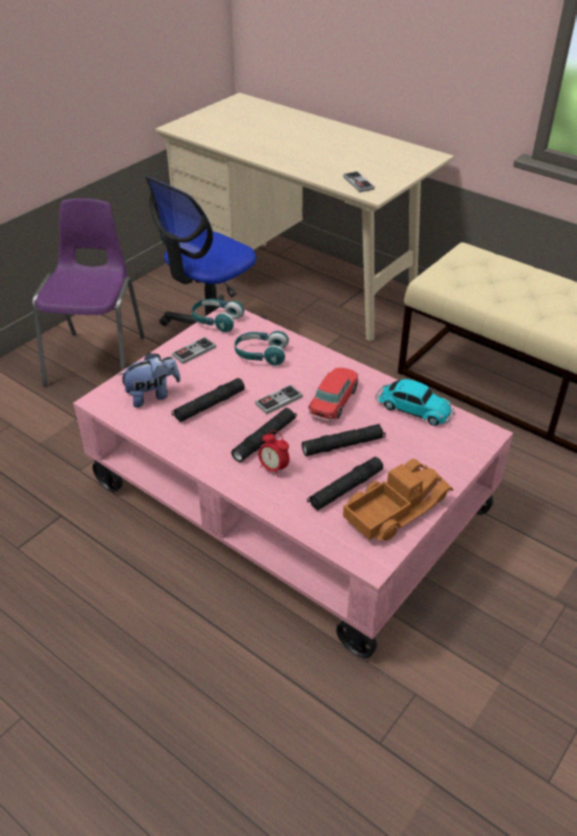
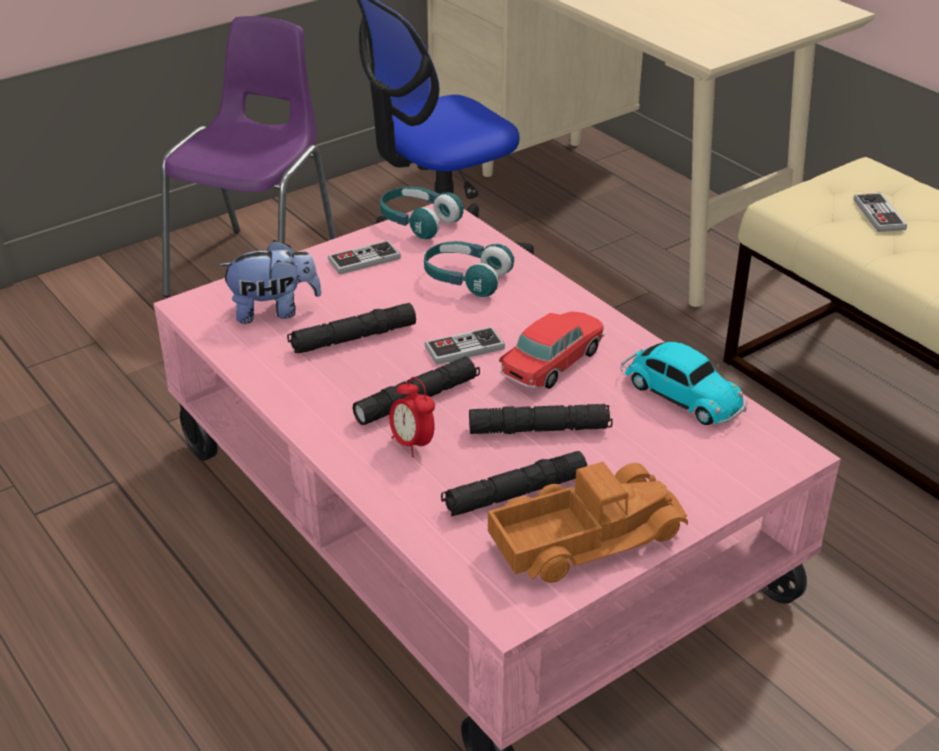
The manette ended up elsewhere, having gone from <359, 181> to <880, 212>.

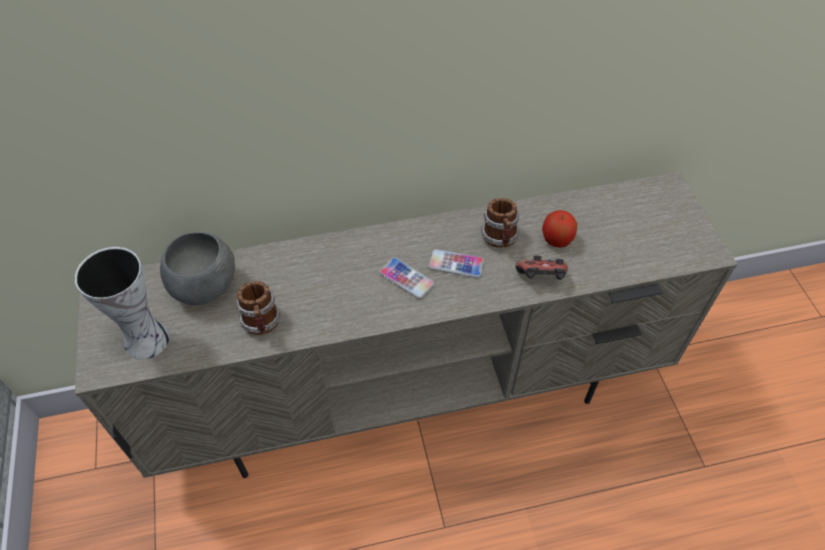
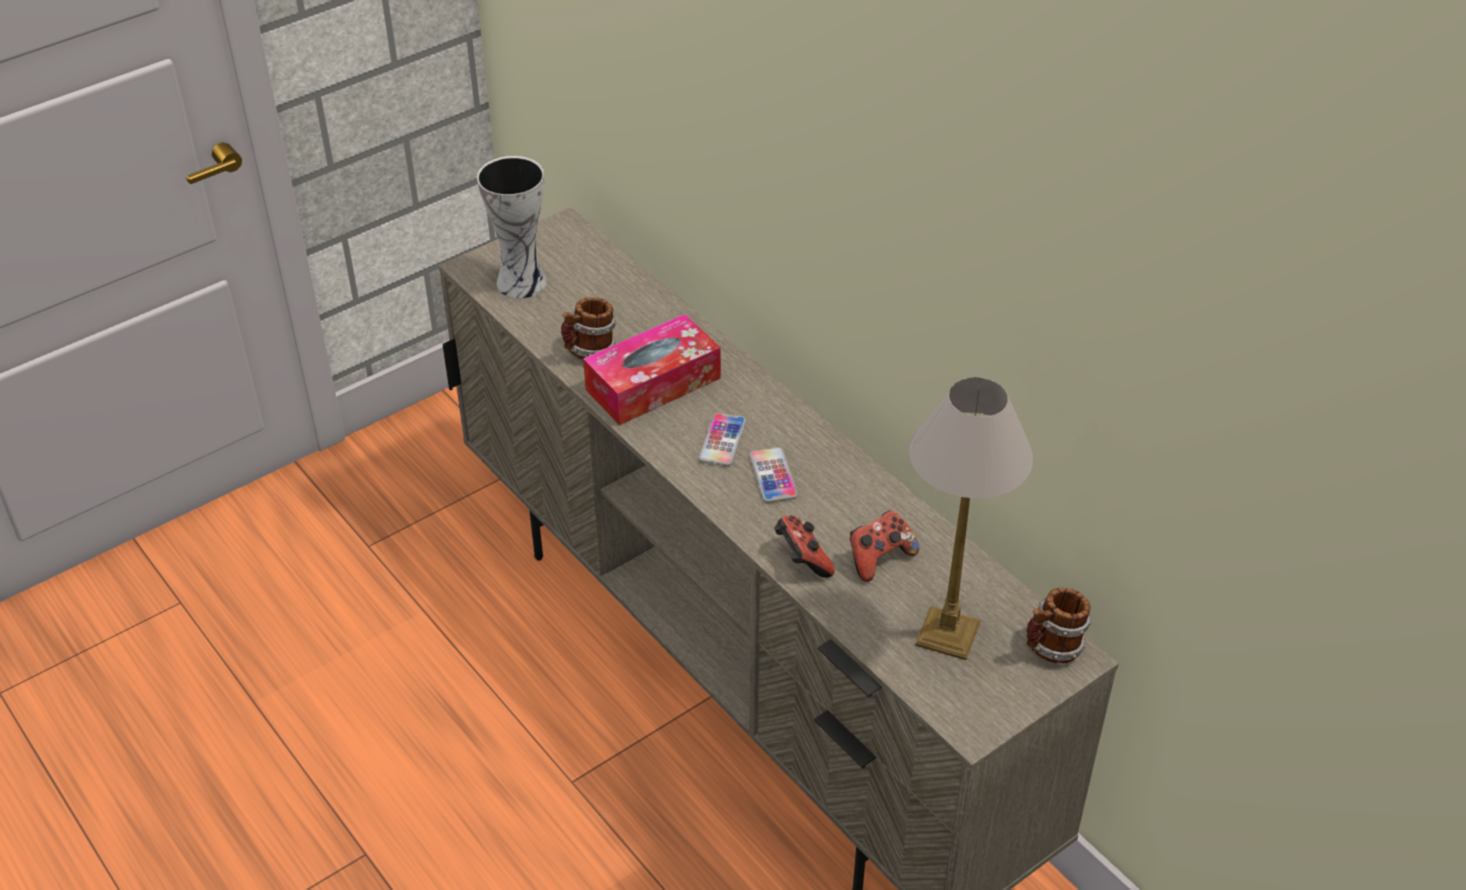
The second view lost the bol (gris) at <197, 268>.
The second view gained the boîte à mouchoirs at <652, 369>.
The second view gained the lampe de table at <971, 518>.
The mug ended up elsewhere, having gone from <500, 223> to <1058, 625>.
Where the pomme stood at <559, 229>, the manette came to stand at <884, 546>.

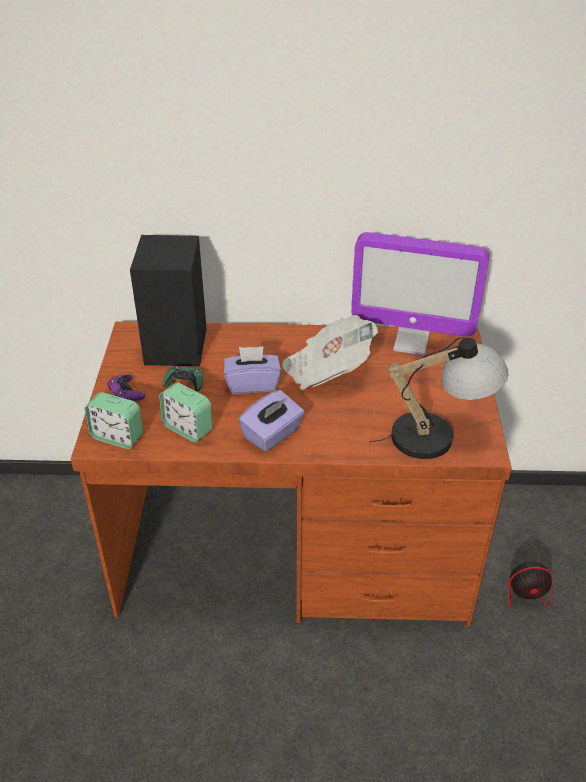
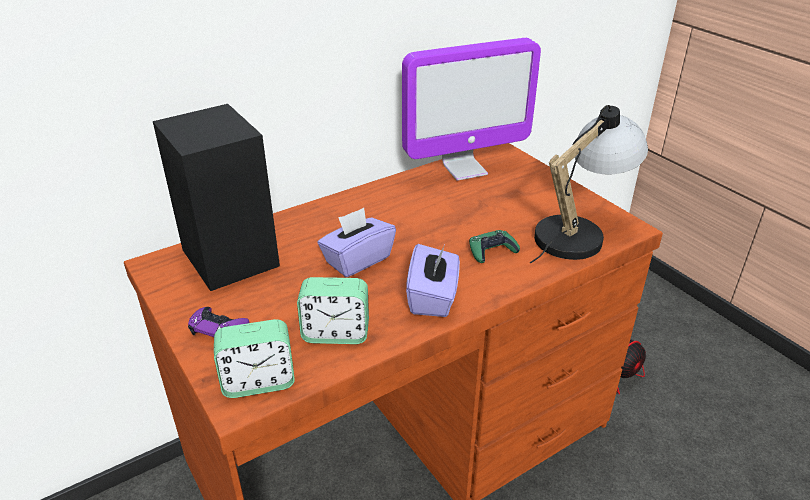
The second view lost the journal at <330, 352>.
The manette (vert) ended up elsewhere, having gone from <182, 379> to <494, 246>.

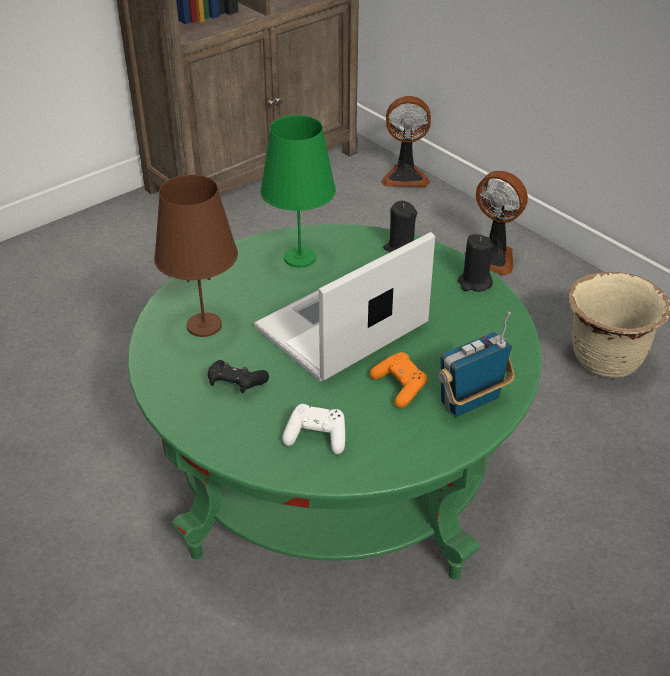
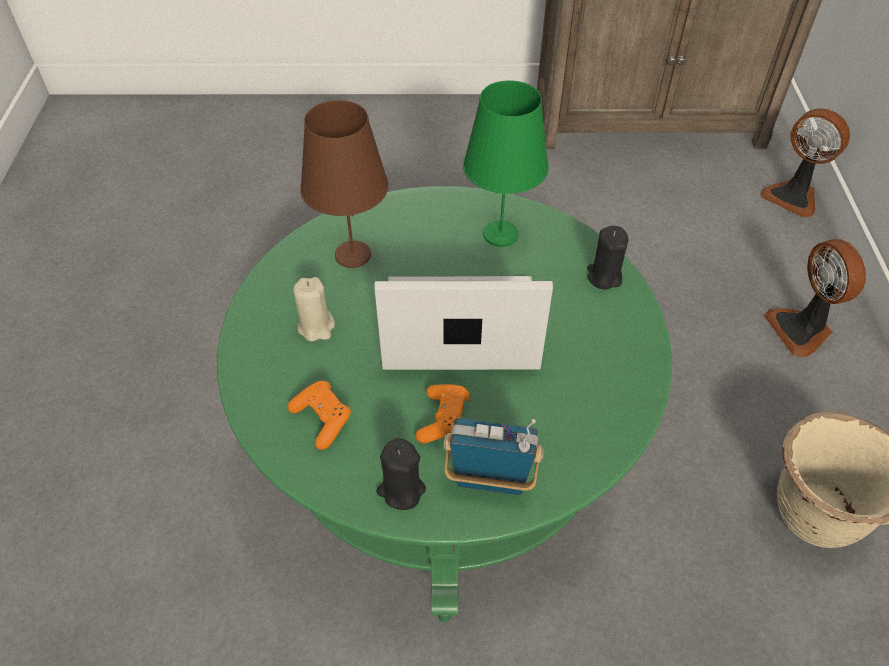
The bougie (noir) ended up elsewhere, having gone from <476, 263> to <401, 474>.
Where the manette (noir) stood at <238, 376>, the bougie (beige) came to stand at <314, 309>.
What was the manette (blanc) at <313, 429> turned into the manette (orange) at <320, 415>.

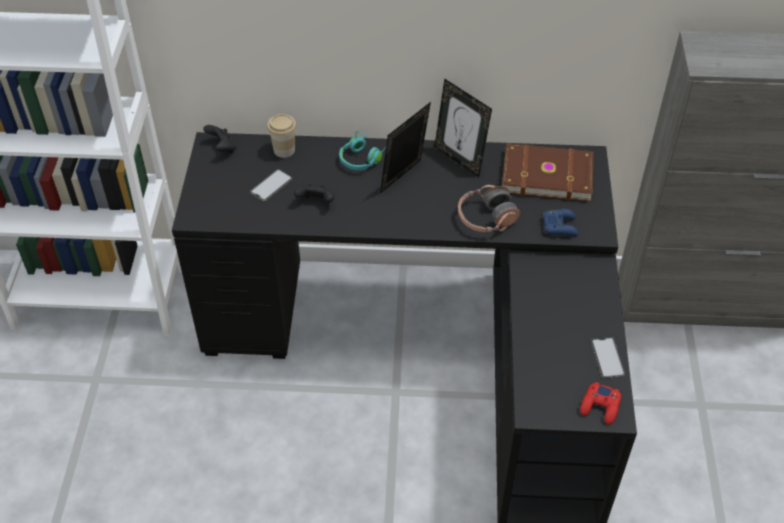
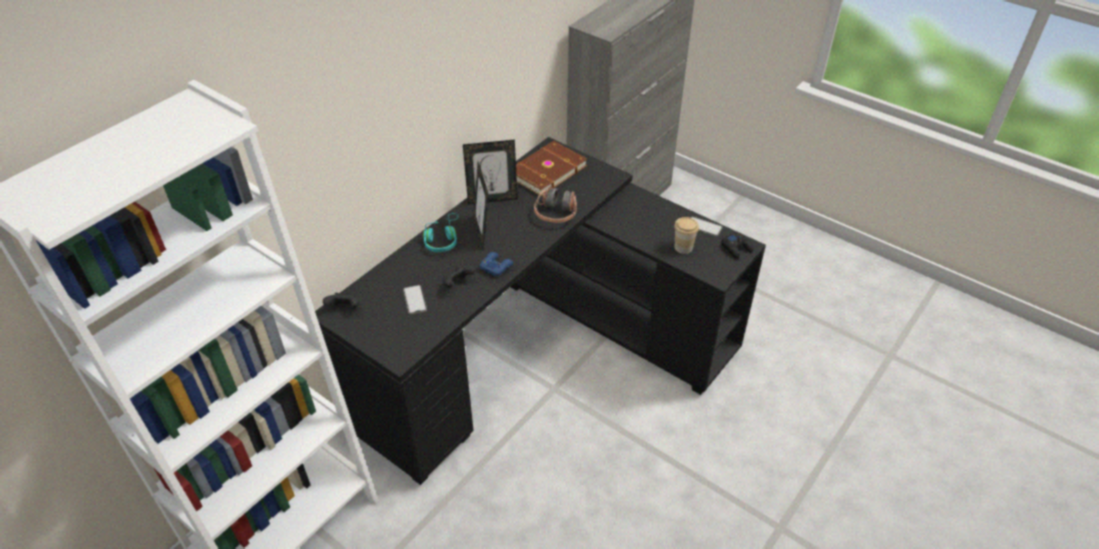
The tasse ended up elsewhere, having gone from <281, 136> to <686, 235>.
The manette (bleu) ended up elsewhere, having gone from <560, 222> to <496, 264>.
What was the manette (rouge) at <600, 403> turned into the manette (noir) at <737, 246>.

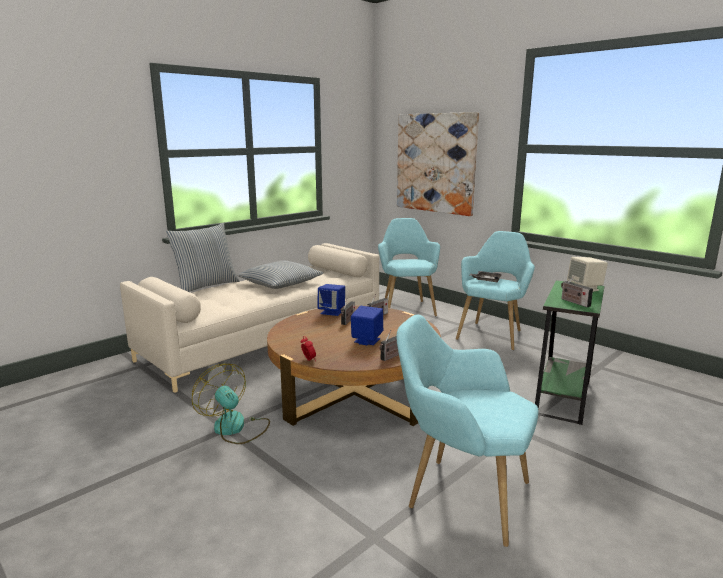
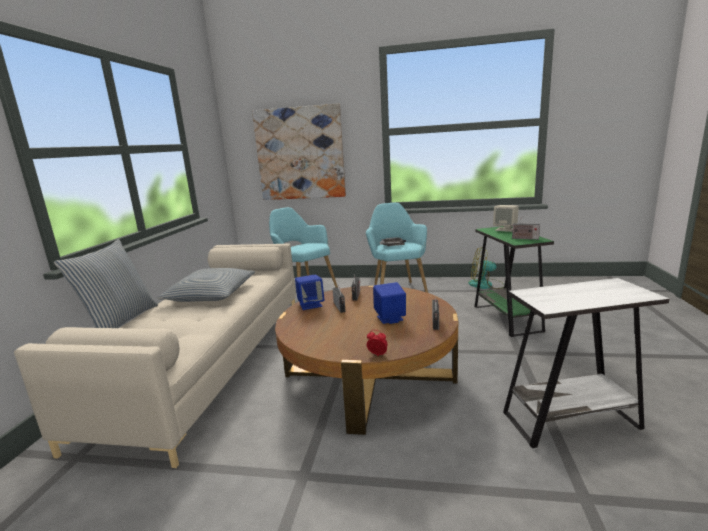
The ventilateur ended up elsewhere, having gone from <231, 404> to <486, 268>.
Where the fauteuil (turquoise) stood at <467, 431>, the table d'appoint (blanc) came to stand at <586, 363>.

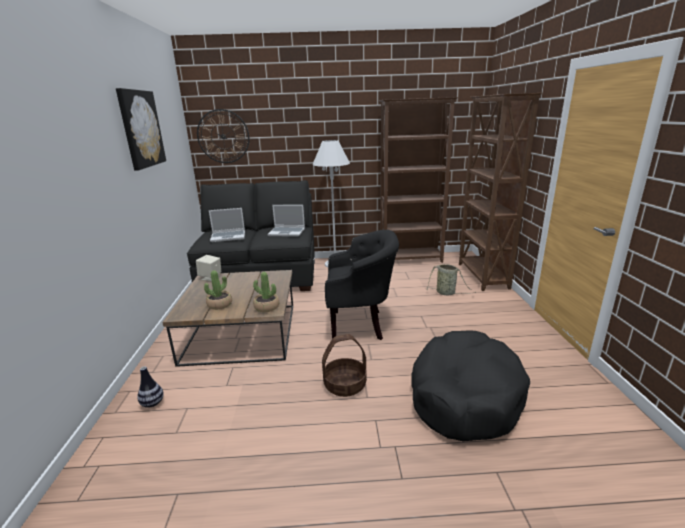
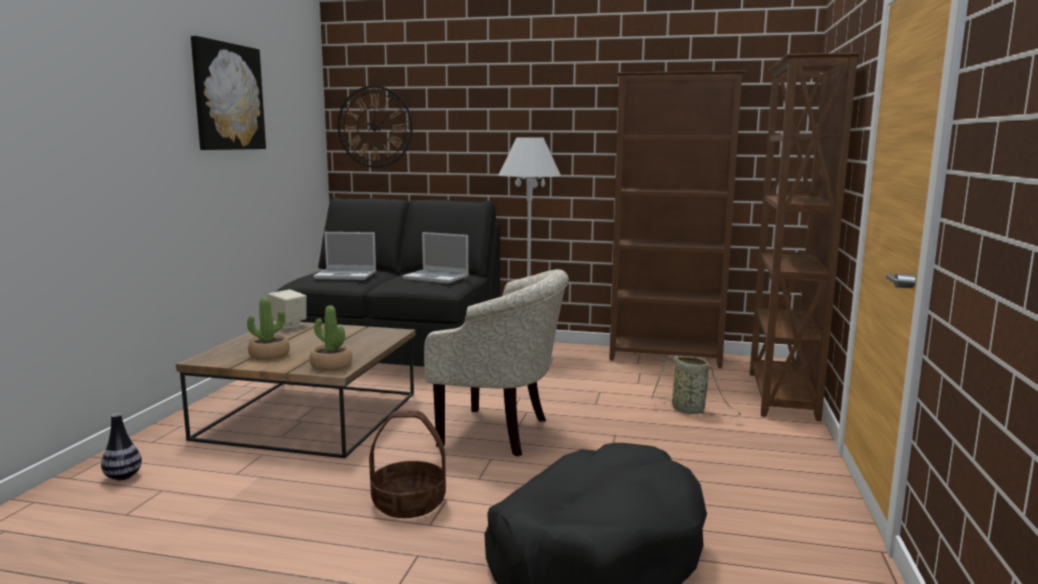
What was the fauteuil (noir) at <362, 285> turned into the fauteuil (beige) at <496, 362>.

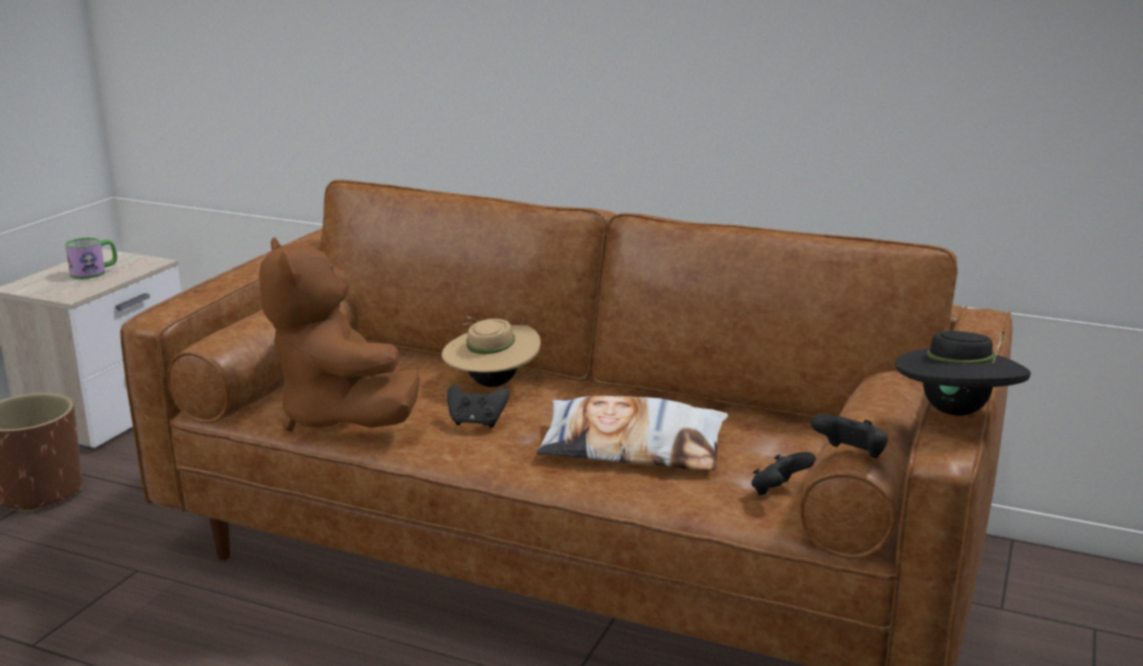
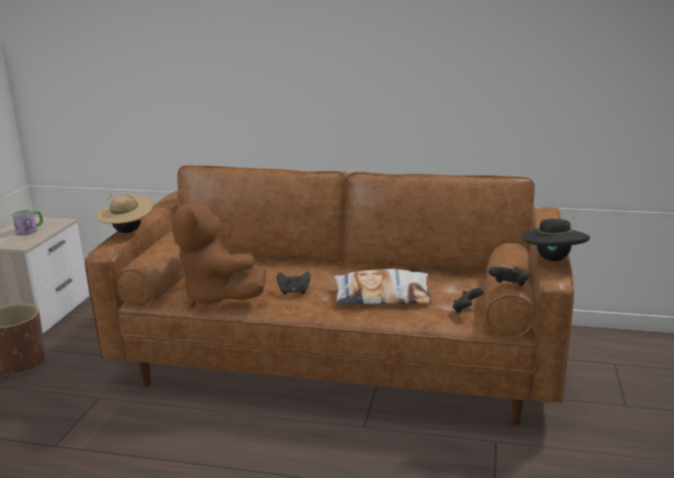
The chapeau (beige) ended up elsewhere, having gone from <491, 351> to <124, 214>.

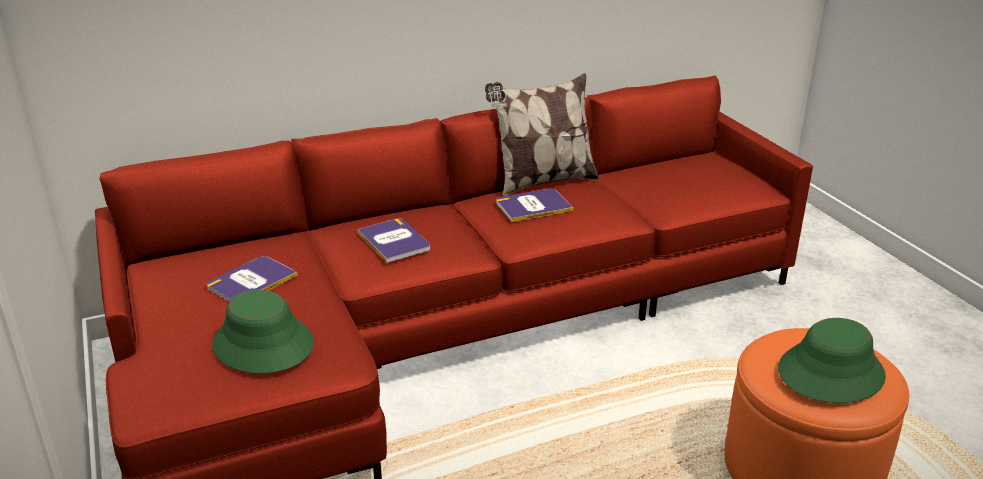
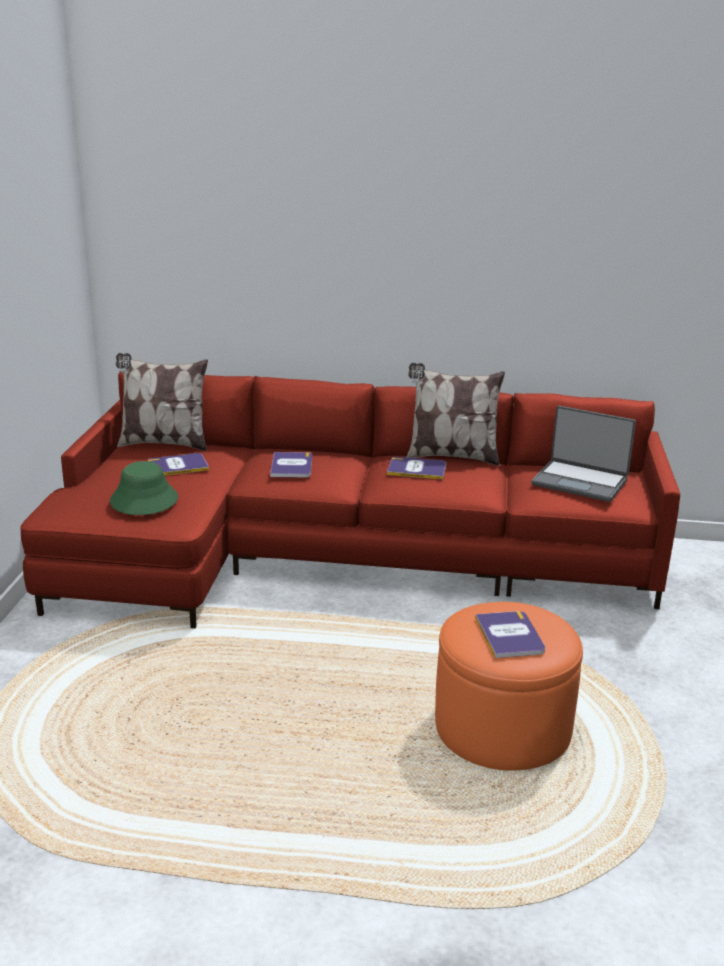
The second view gained the coussin at <162, 402>.
The second view gained the ordinateur portable at <583, 454>.
Where the chapeau (vert) stood at <832, 360>, the livre came to stand at <510, 634>.

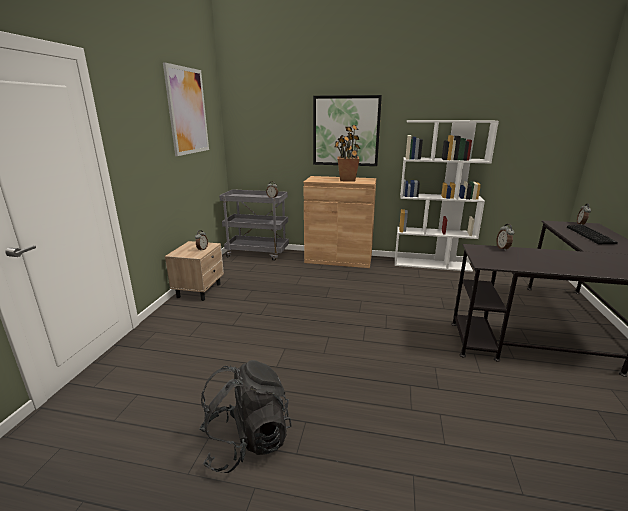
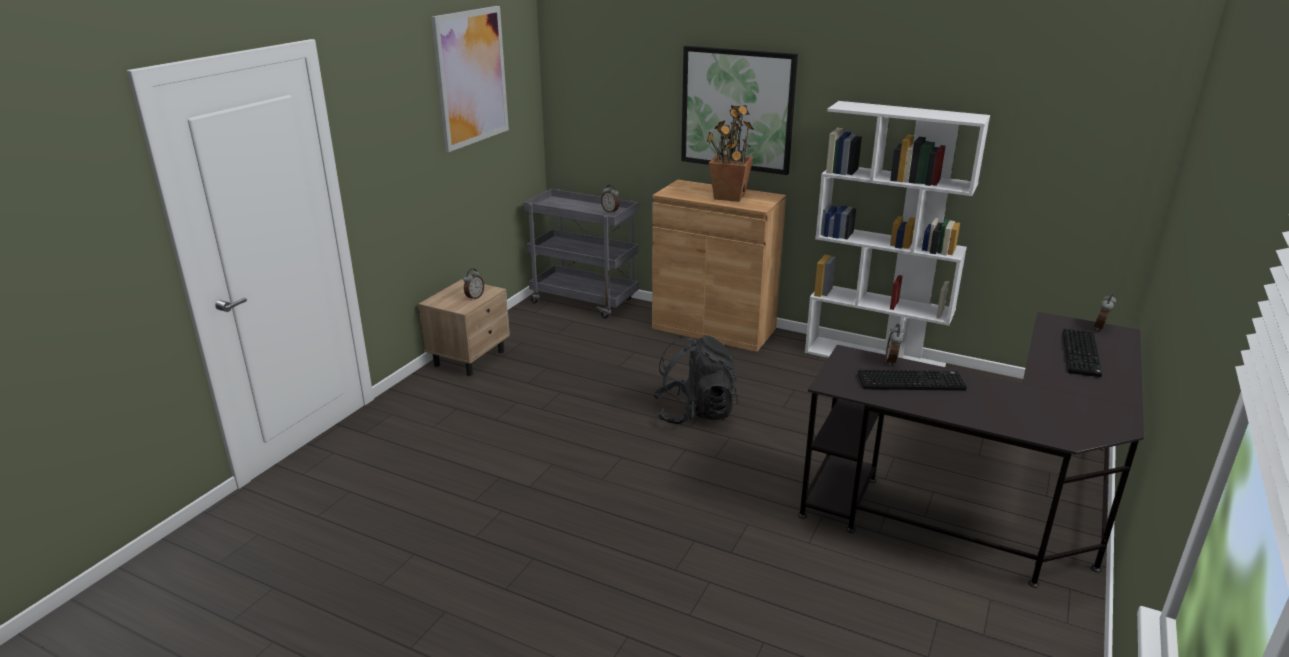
The second view gained the clavier at <912, 380>.
The sac à dos (noir) ended up elsewhere, having gone from <245, 416> to <695, 379>.

